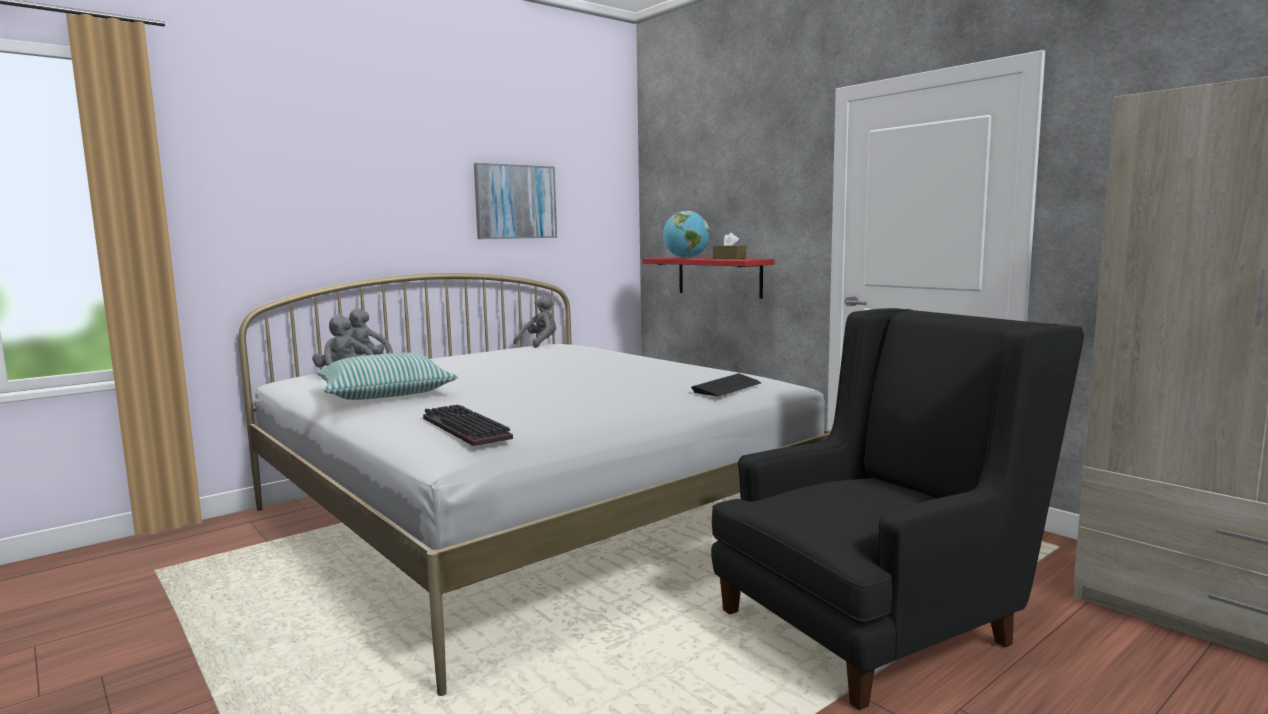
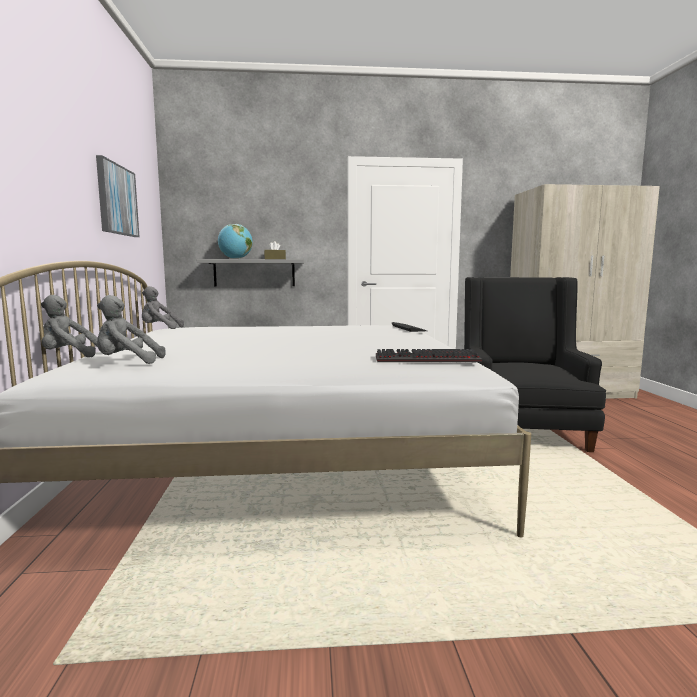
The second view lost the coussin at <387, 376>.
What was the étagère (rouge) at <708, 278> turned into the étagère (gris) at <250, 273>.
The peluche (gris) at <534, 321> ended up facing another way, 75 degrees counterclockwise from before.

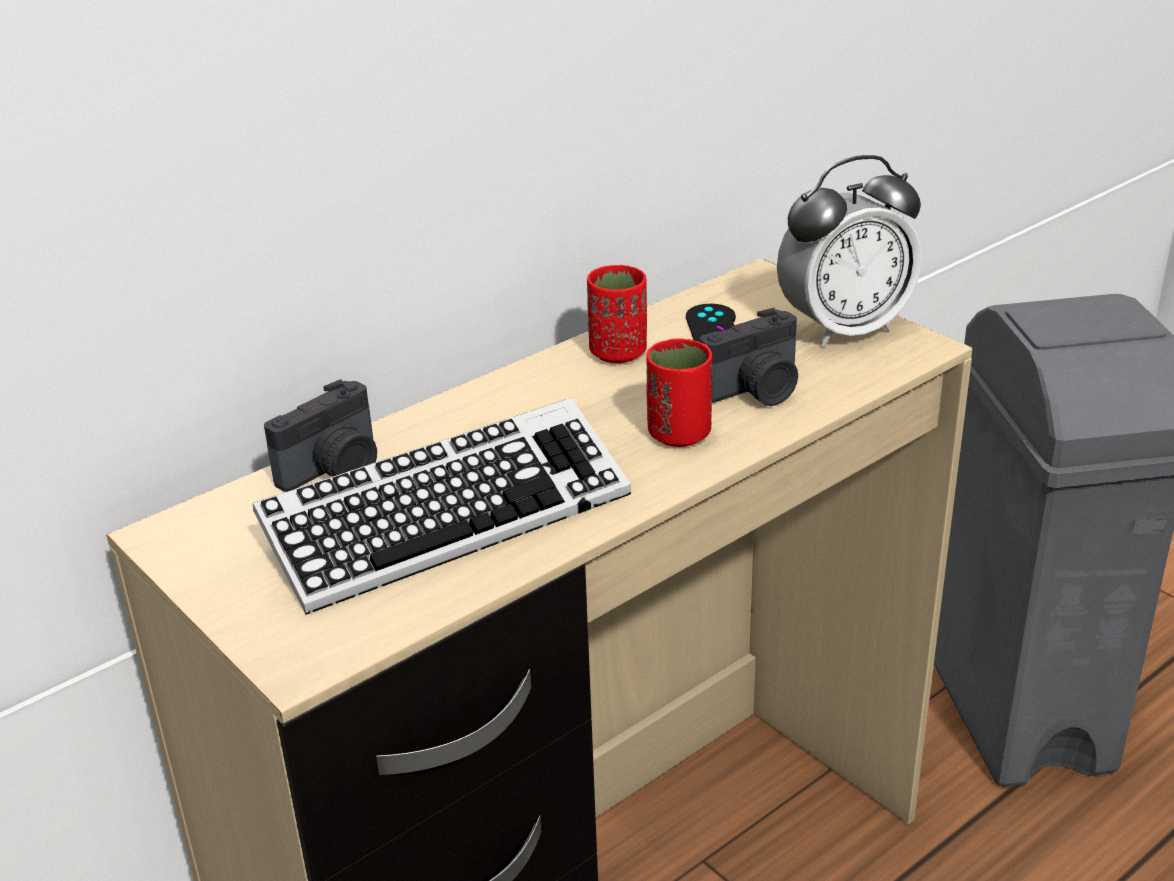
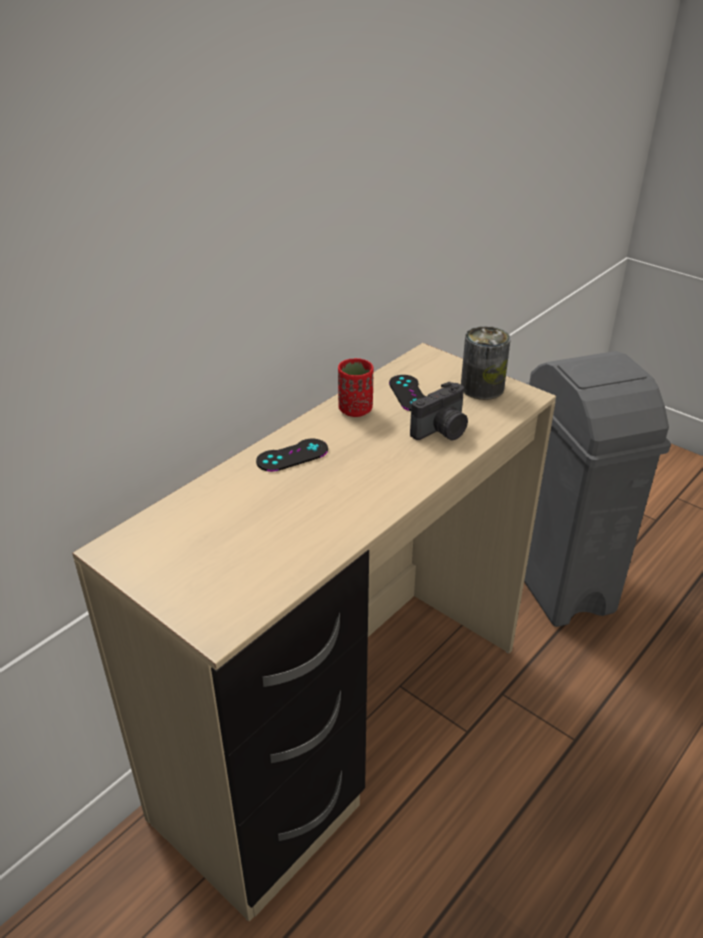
The second view lost the clavier at <442, 506>.
The second view lost the appareil photo at <320, 435>.
The second view lost the tasse (rouge) at <679, 393>.
The second view gained the manette (noir) at <292, 455>.
Where the réveil stood at <849, 251>, the boîte métallique came to stand at <486, 363>.

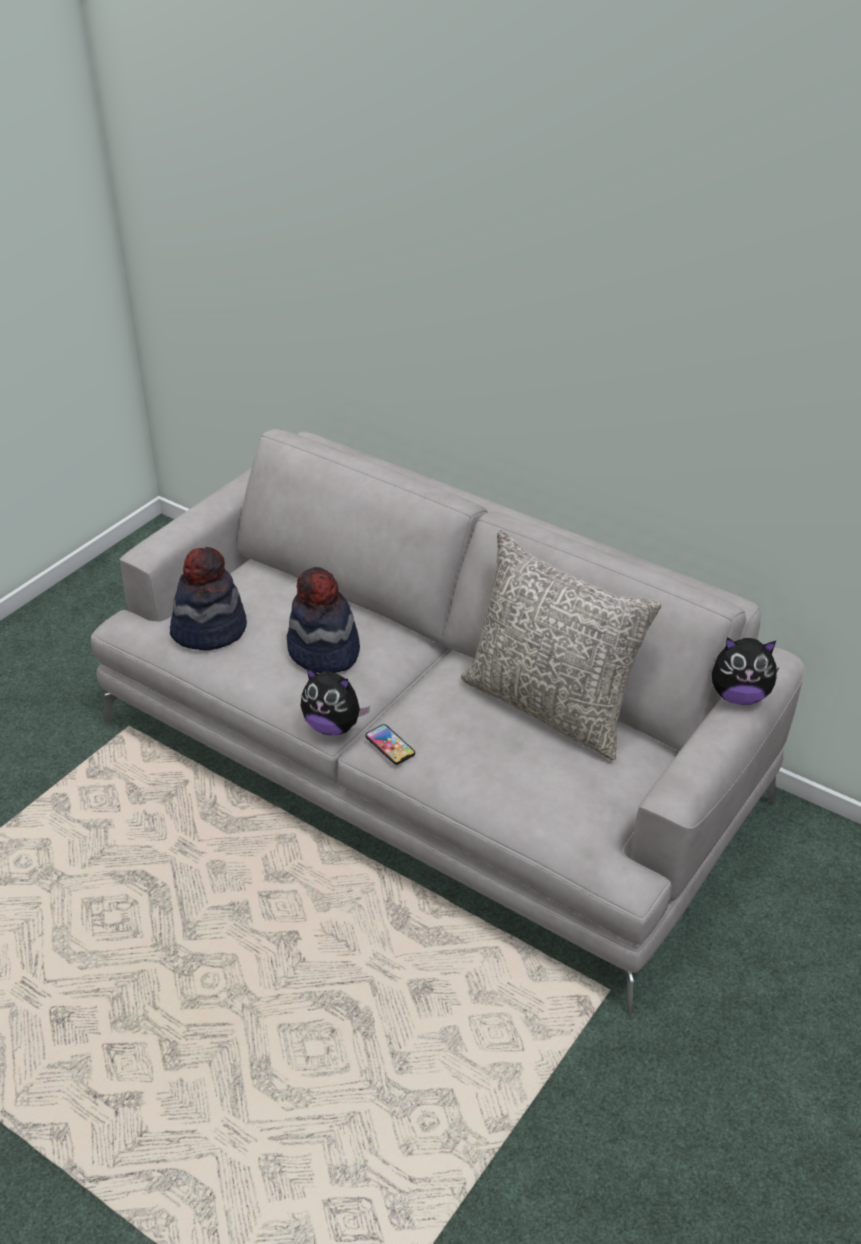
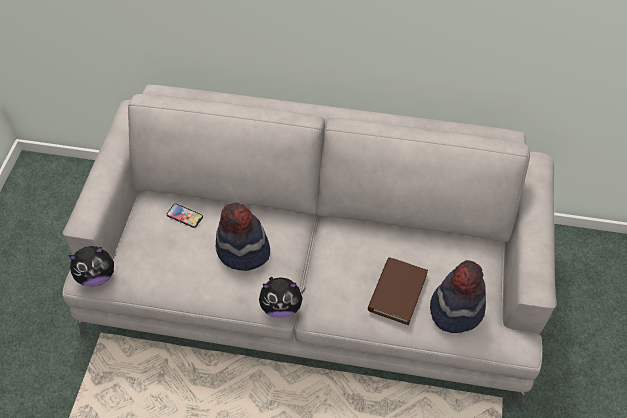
The second view lost the coussin (gris) at <561, 645>.
The second view gained the livre (marron) at <398, 291>.
The chapeau ended up elsewhere, having gone from <208, 599> to <458, 296>.
The téléphone ended up elsewhere, having gone from <390, 744> to <185, 215>.
The peluche ended up elsewhere, having gone from <745, 671> to <92, 266>.

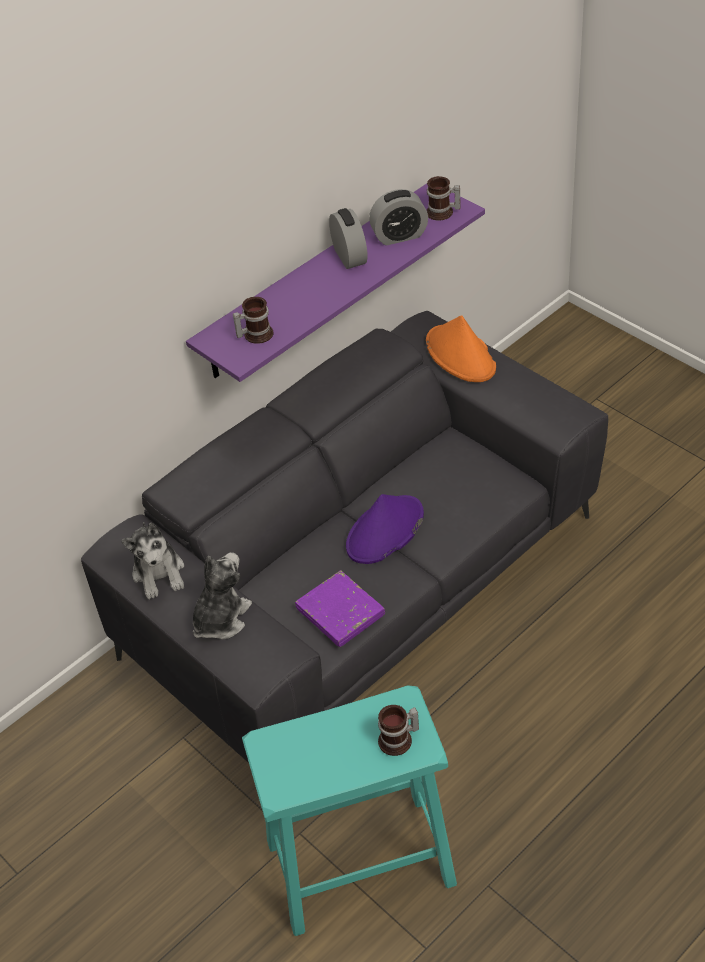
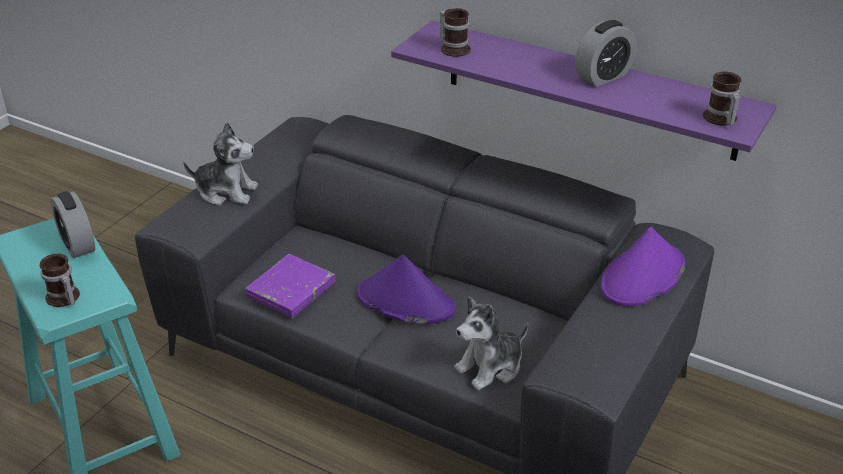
The peluche ended up elsewhere, having gone from <152, 560> to <491, 343>.
The réveil ended up elsewhere, having gone from <398, 217> to <73, 224>.
What was the chapeau (orange) at <461, 348> turned into the chapeau (violet) at <643, 266>.

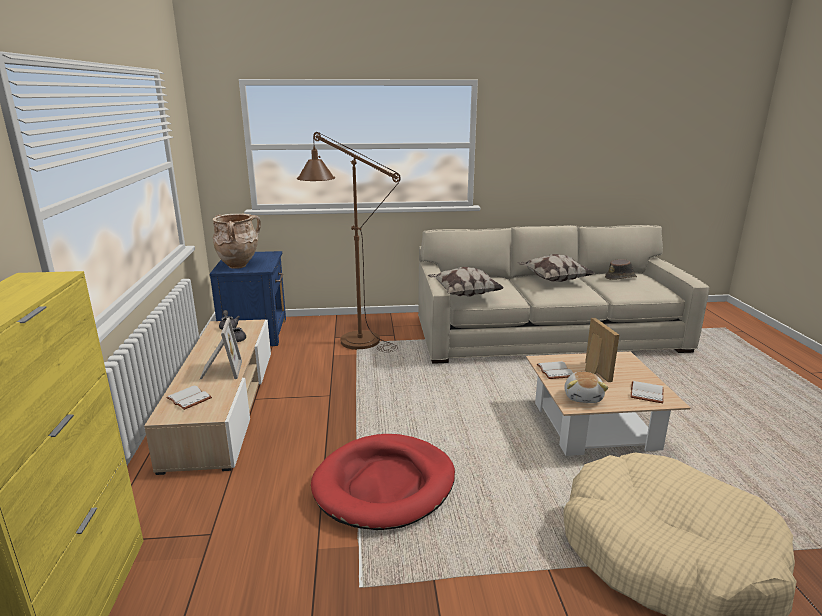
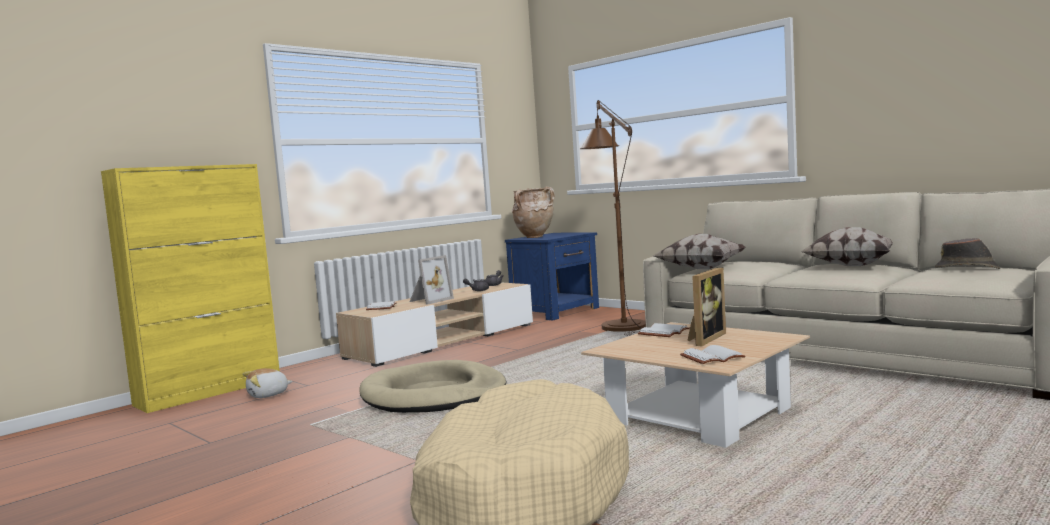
The peluche ended up elsewhere, having gone from <586, 387> to <268, 383>.
What was the panier pour chien (rouge) at <383, 482> turned into the panier pour chien (beige) at <432, 386>.

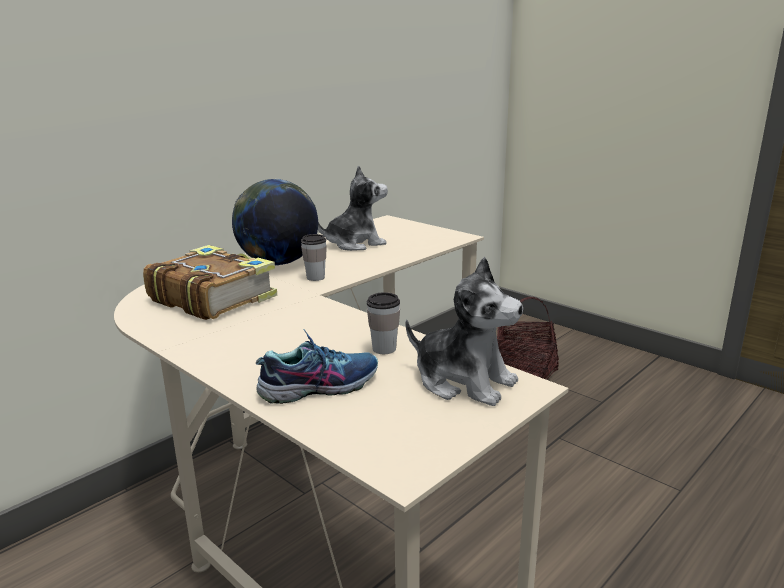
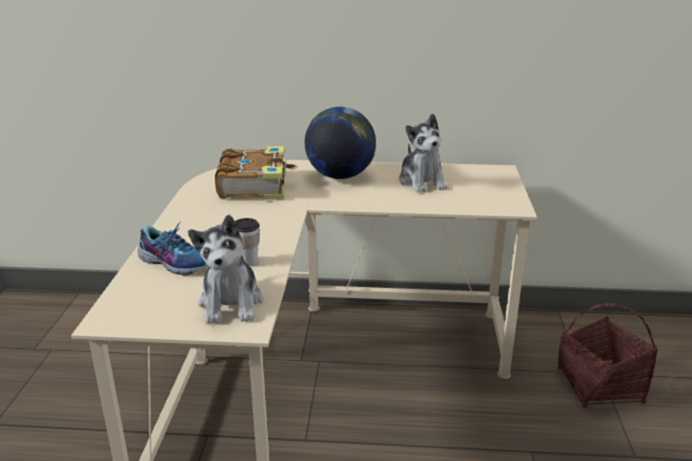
The second view lost the tasse at <314, 257>.
The peluche at <353, 208> ended up facing another way, 45 degrees clockwise from before.

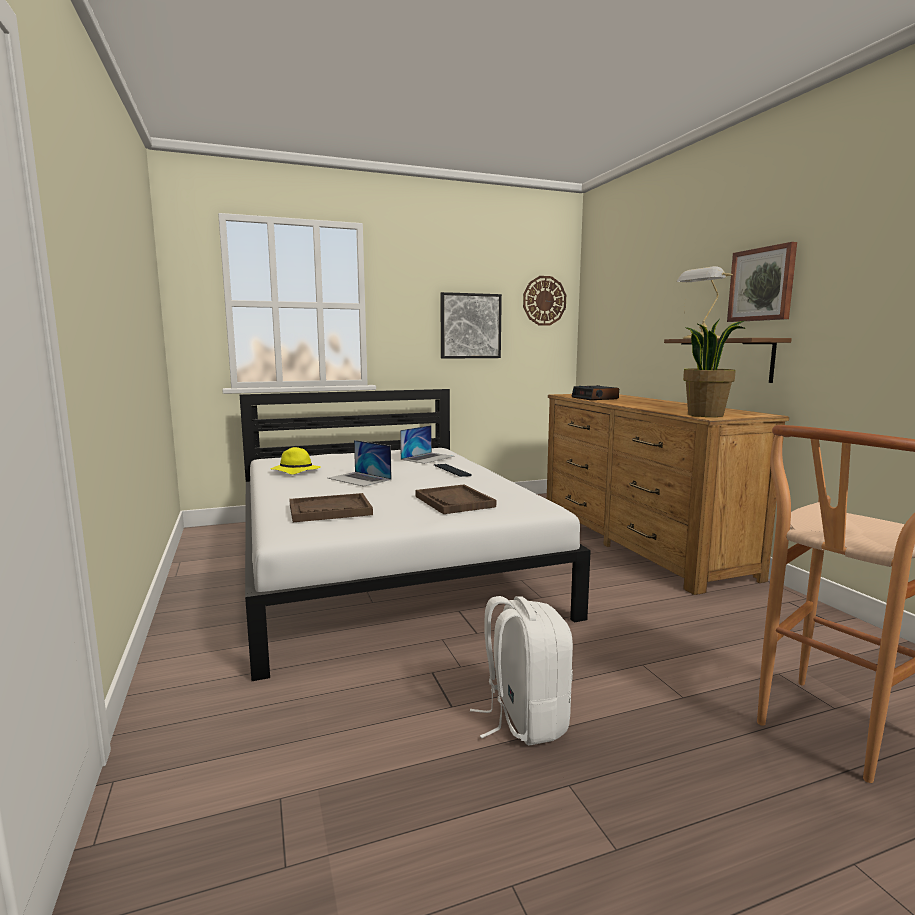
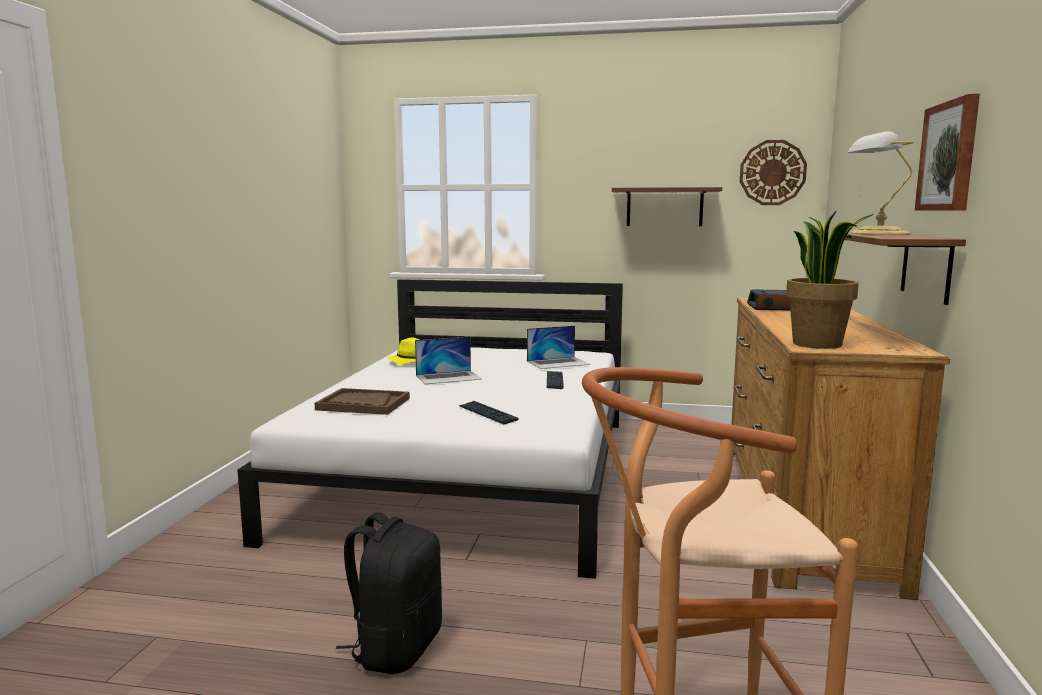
Where the plateau (marron) stood at <455, 499>, the clavier came to stand at <488, 413>.
Where the tableau hung at <471, 325>, the étagère (marron) came to hang at <667, 206>.
What was the sac à dos (blanc) at <521, 671> turned into the sac à dos (noir) at <389, 593>.
The ordinateur portable at <360, 463> ended up facing another way, 90 degrees counterclockwise from before.

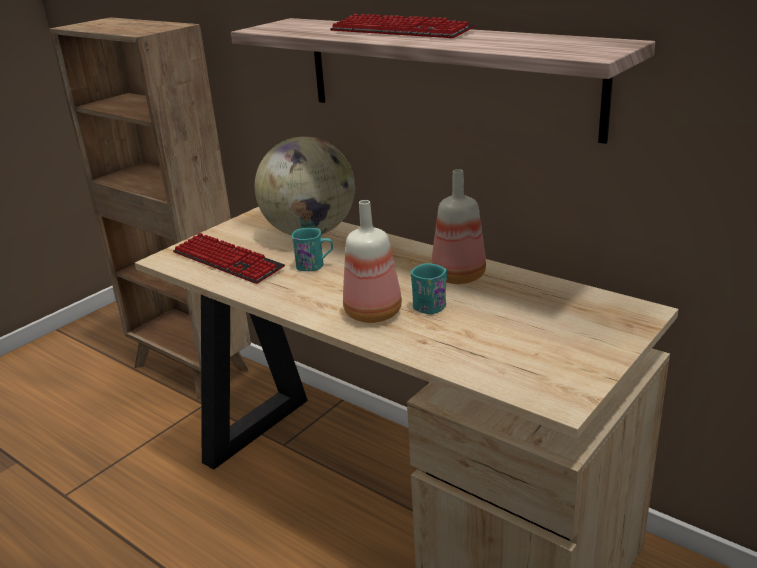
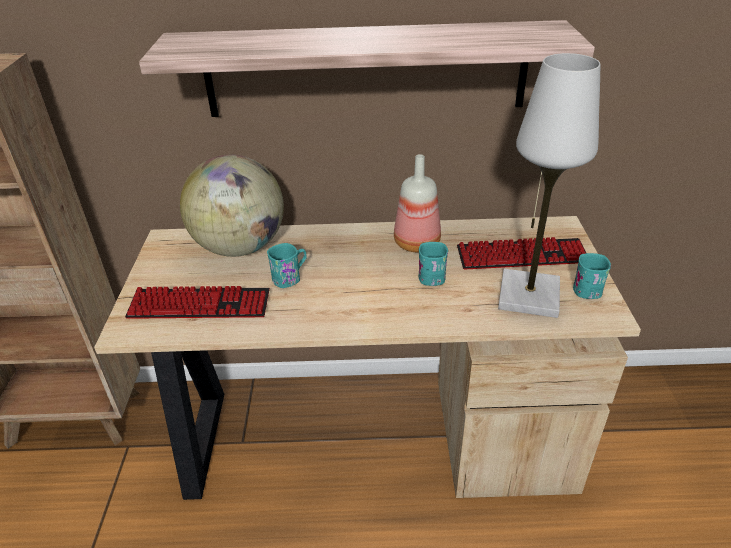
The second view lost the bouteille at <372, 261>.
The second view gained the lampe de table (blanc) at <549, 185>.
The second view gained the mug (turquoise) at <592, 276>.
The clavier ended up elsewhere, having gone from <403, 26> to <521, 253>.

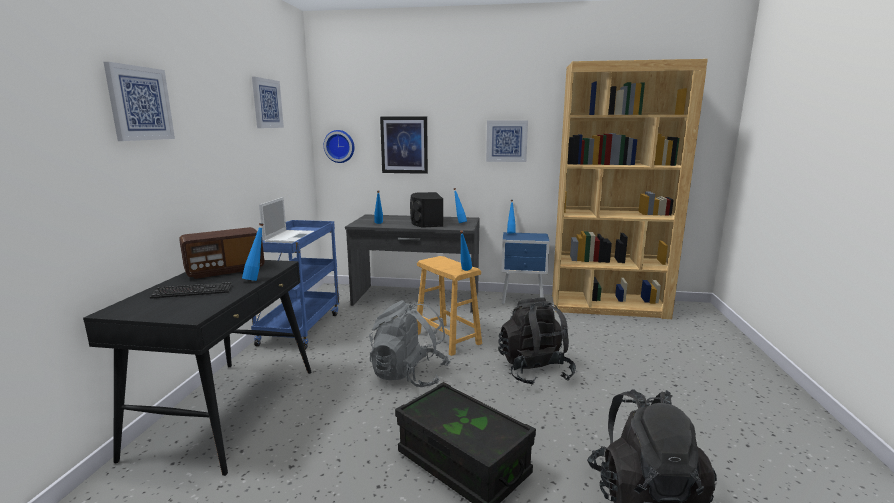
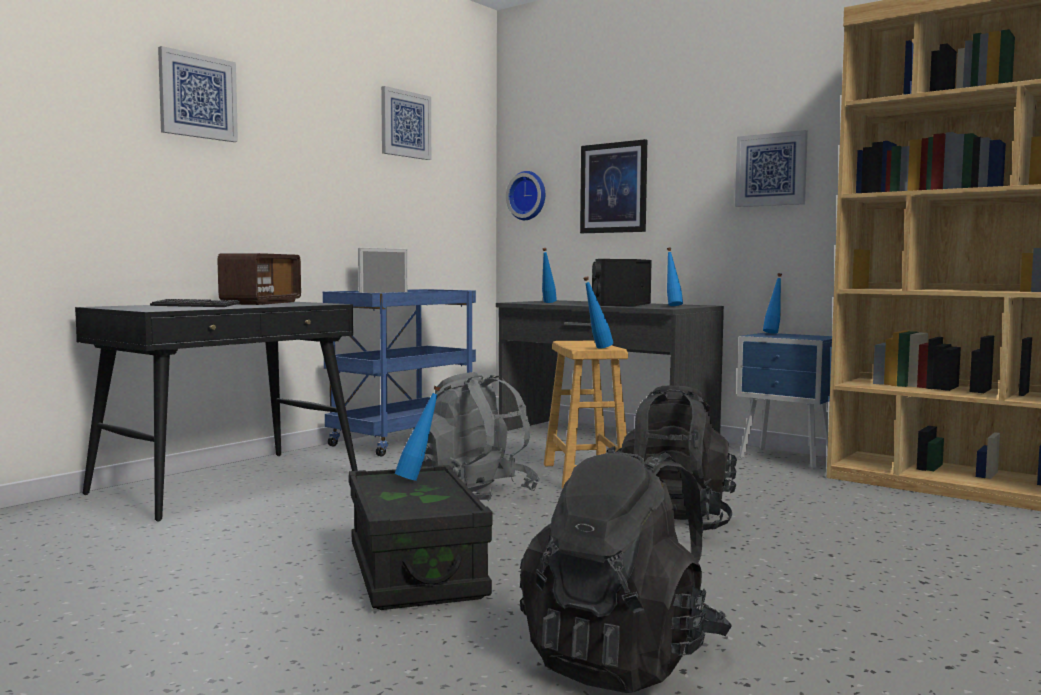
The bouteille (bleu) ended up elsewhere, having gone from <253, 252> to <417, 433>.
The radio at <222, 253> ended up facing another way, 75 degrees counterclockwise from before.

